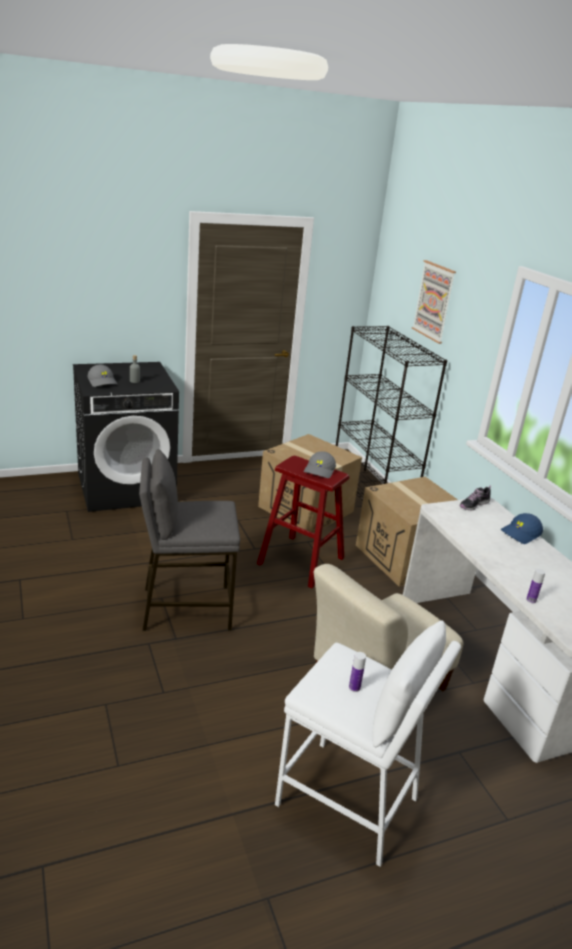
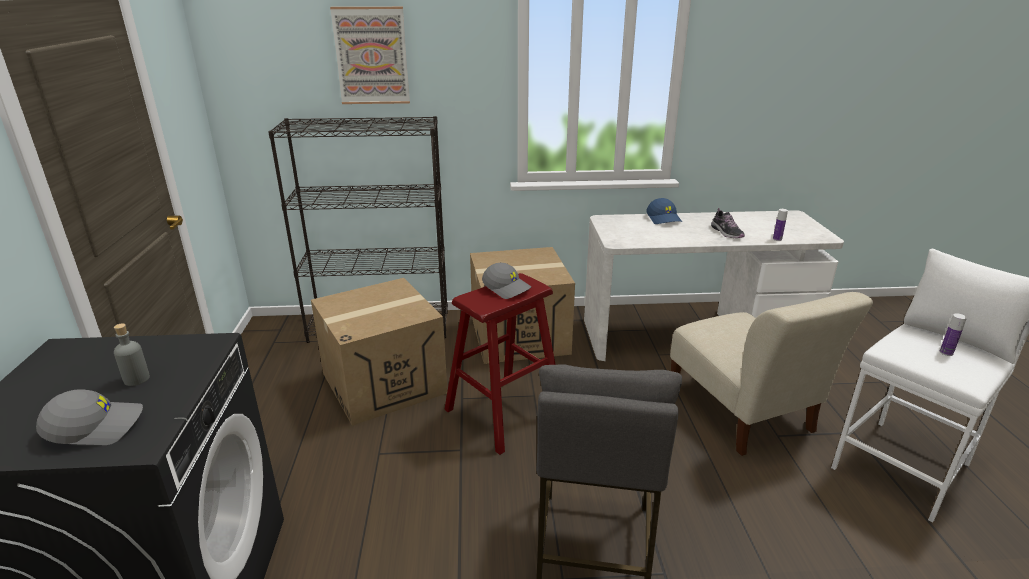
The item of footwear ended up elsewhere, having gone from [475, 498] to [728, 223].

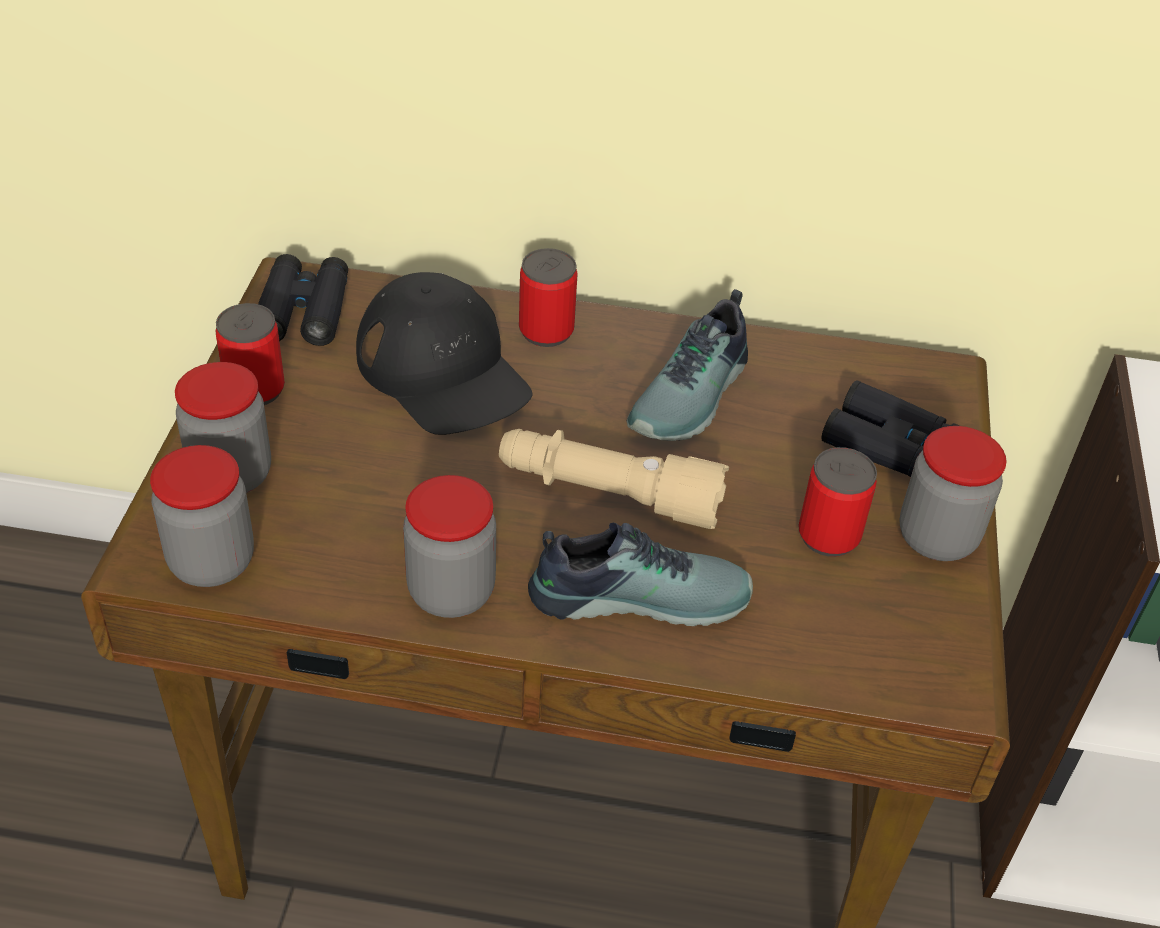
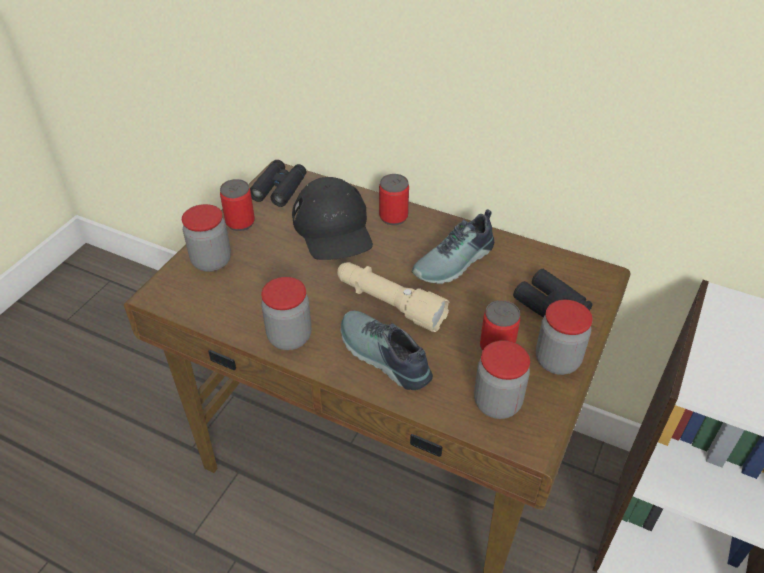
The item of footwear at [640, 574] ended up facing another way, 150 degrees counterclockwise from before. The storage jar ended up elsewhere, having gone from [202, 516] to [502, 379].

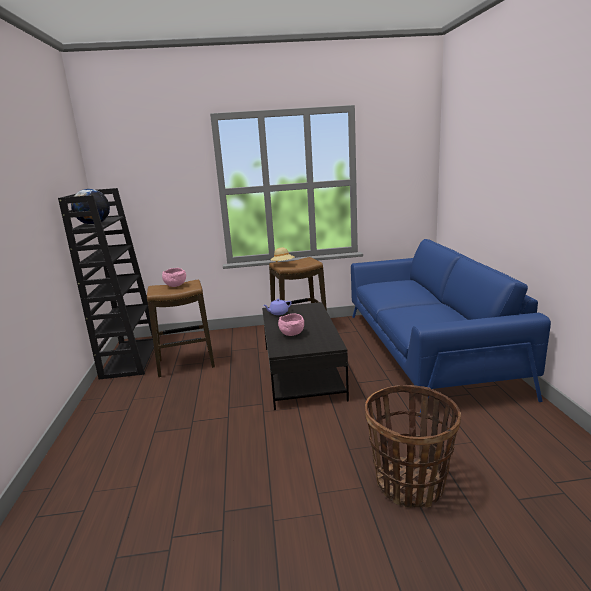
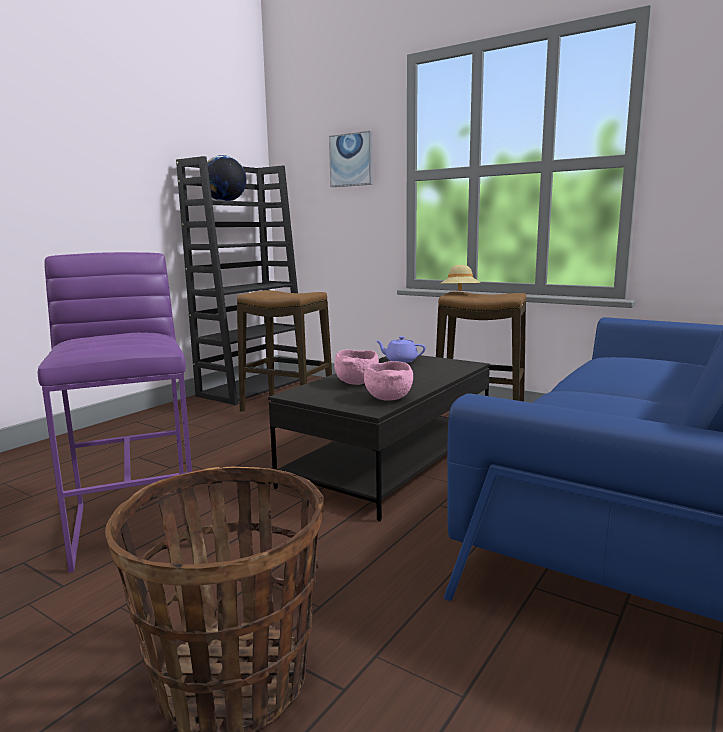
The second view gained the purple stool at [115, 412]. The second view gained the picture at [351, 159]. The pink-coloured deep dish ended up elsewhere, having gone from [174, 277] to [388, 381].

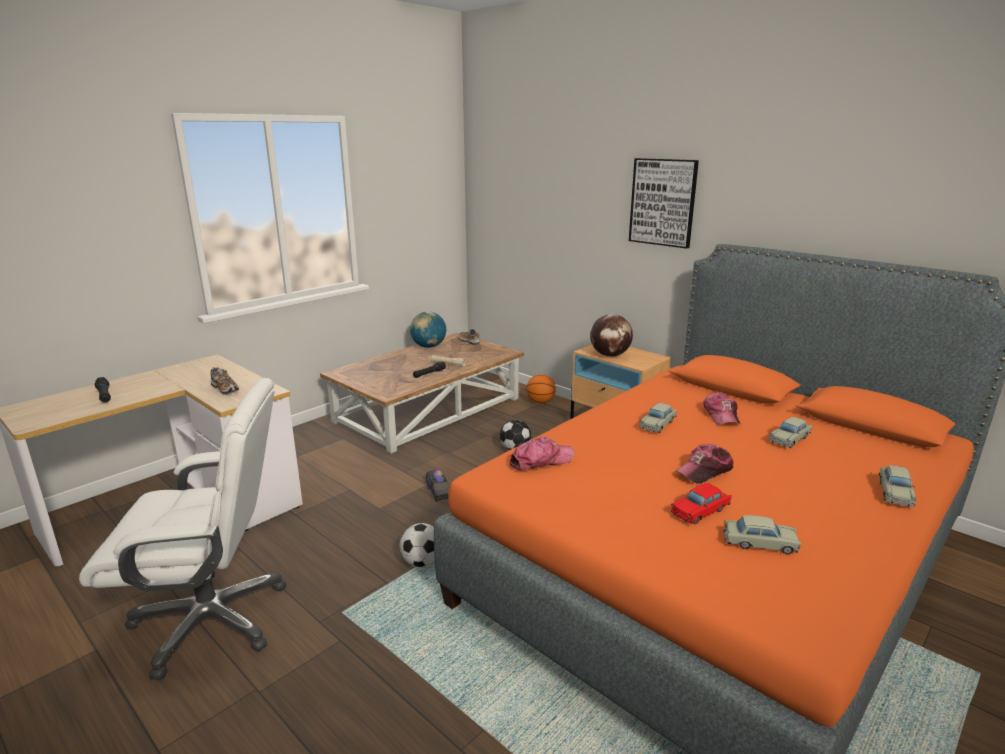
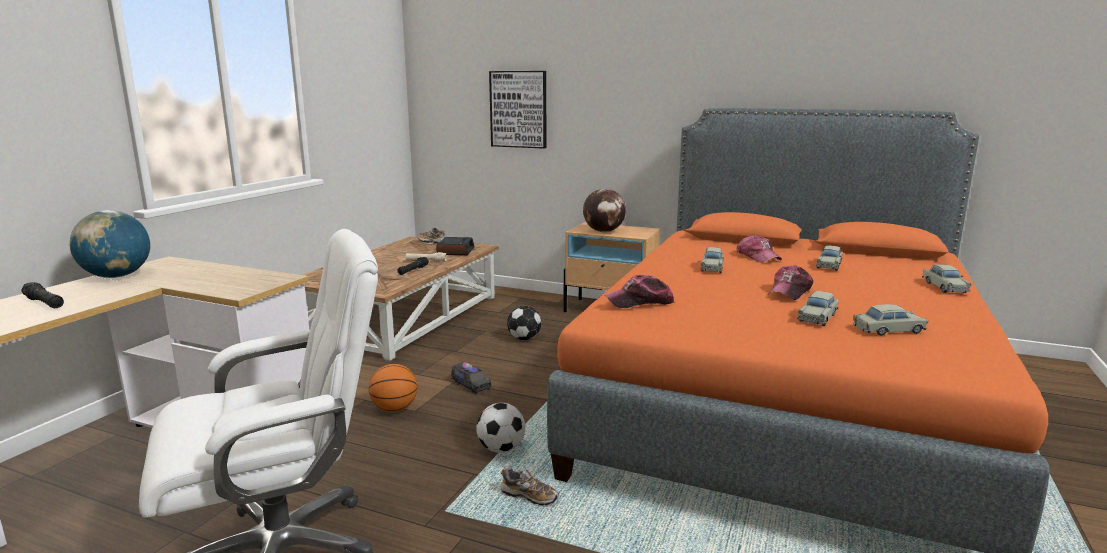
The globe ended up elsewhere, having gone from [428, 329] to [110, 244]. The basketball ended up elsewhere, having gone from [541, 388] to [393, 388]. The second view gained the alarm clock at [455, 246]. The picture ended up elsewhere, having gone from [664, 203] to [517, 110]. The item of footwear ended up elsewhere, having gone from [225, 381] to [530, 487]. The cap at [541, 453] ended up facing another way, 150 degrees counterclockwise from before. What was the reddish miniature car at [701, 503] turned into the beige-coloured miniature car at [818, 308].

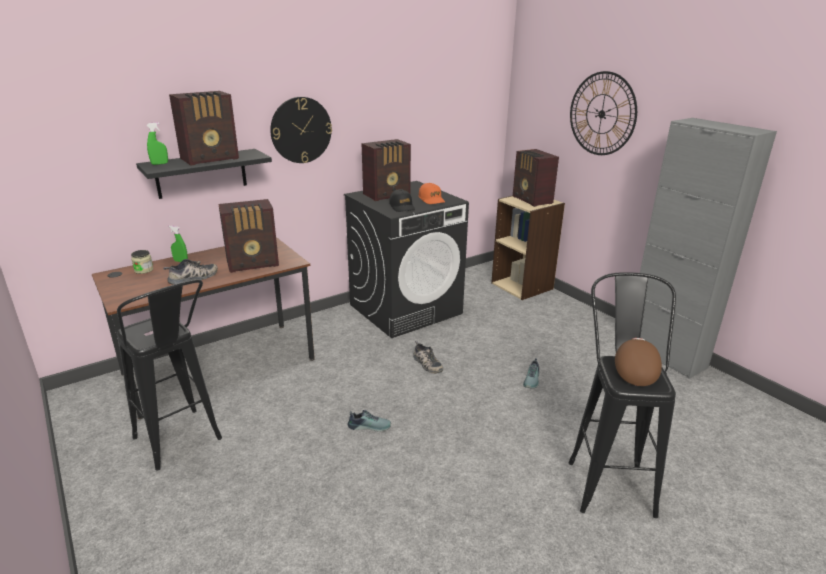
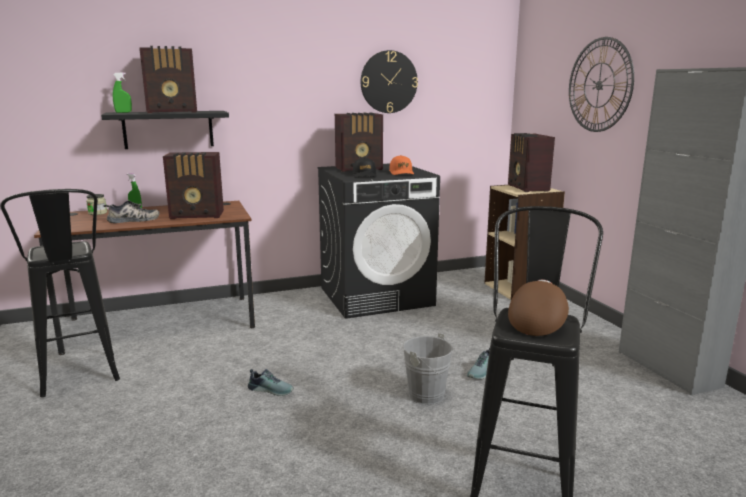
The clock on the wall ended up elsewhere, having gone from [301, 130] to [389, 81]. The second view gained the gray water bucket at [432, 368]. The second view lost the item of footwear at [428, 357].

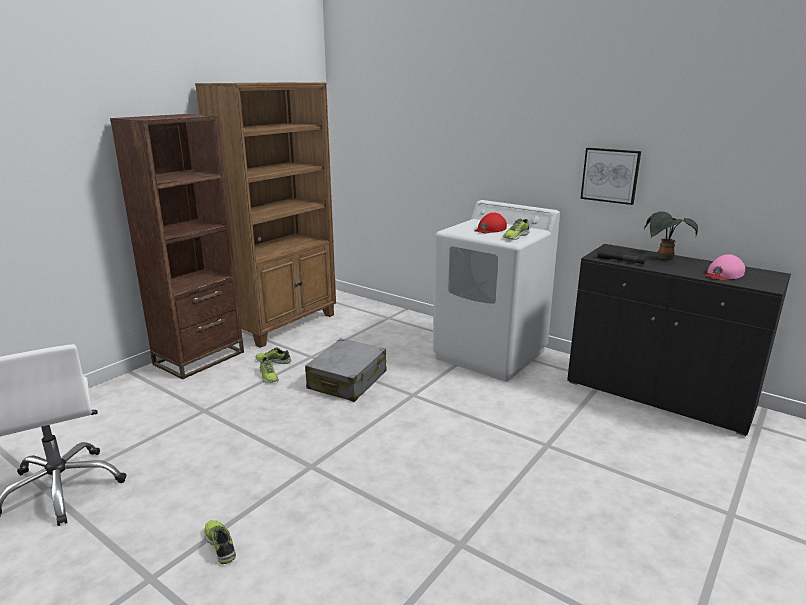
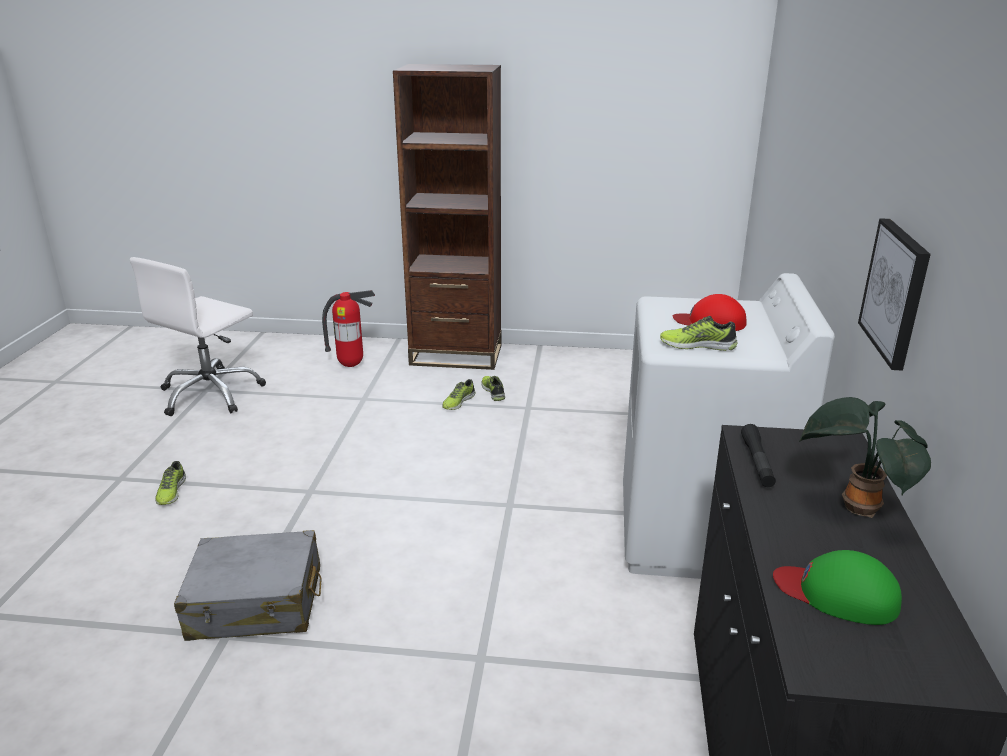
The item of footwear at [220, 542] ended up facing another way, 150 degrees clockwise from before. The gray piece of luggage ended up elsewhere, having gone from [345, 370] to [247, 585]. The second view gained the extinguisher at [348, 328]. What was the pink-coloured cap at [724, 267] turned into the greenish cap at [837, 587]. The second view lost the brown-coloured bookcase at [265, 215].

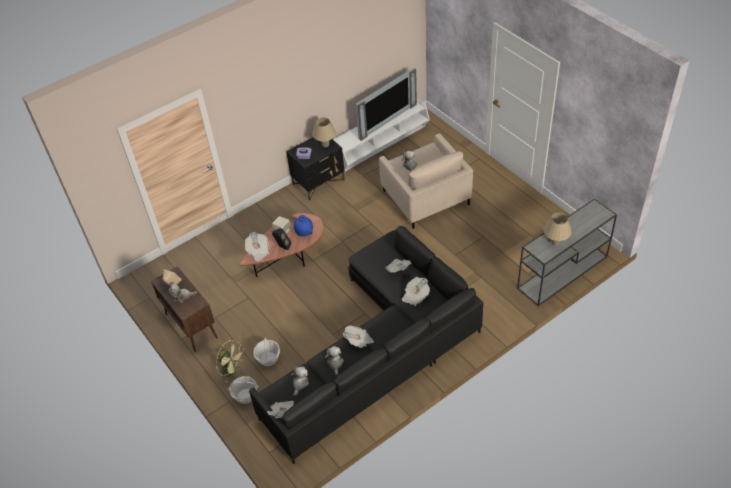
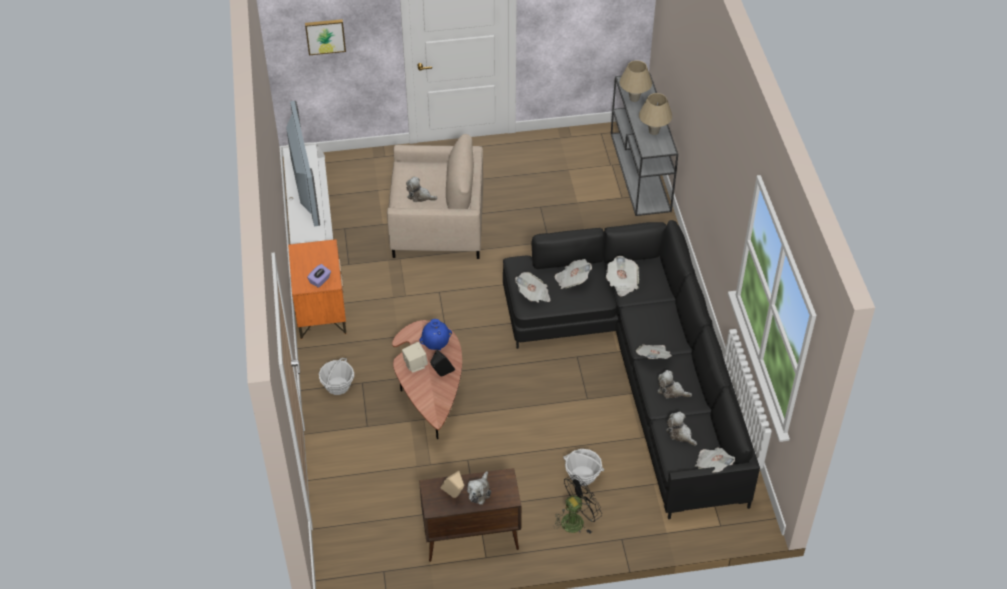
What was the blackish bedside table at [315, 168] turned into the orange bedside table at [317, 289]. The second view gained the picture at [325, 37]. The household basket ended up elsewhere, having gone from [243, 390] to [336, 376]. The newspaper ended up elsewhere, having gone from [257, 246] to [533, 287]. What was the greenish cooling fan at [230, 361] turned into the blackish cooling fan at [578, 504]. The beige-coloured tabletop lamp ended up elsewhere, having gone from [324, 132] to [635, 81].

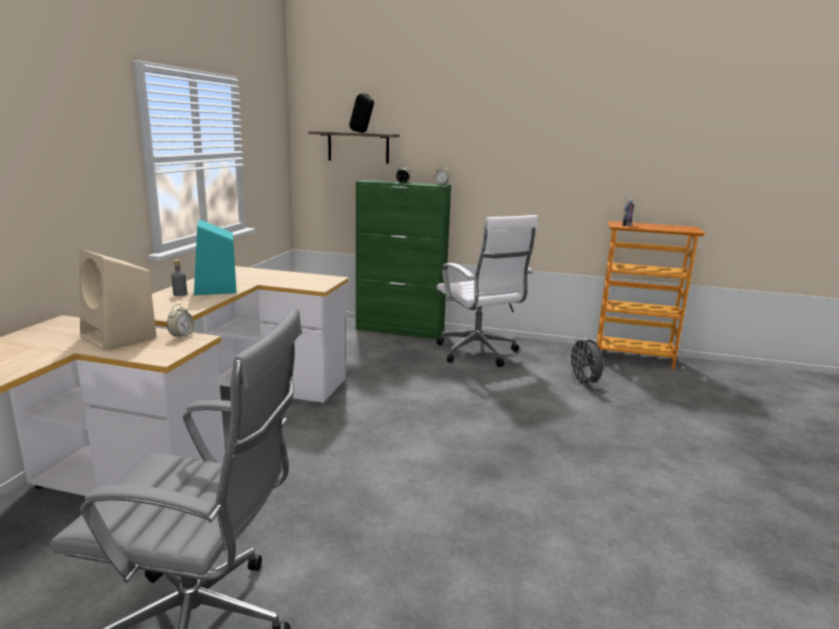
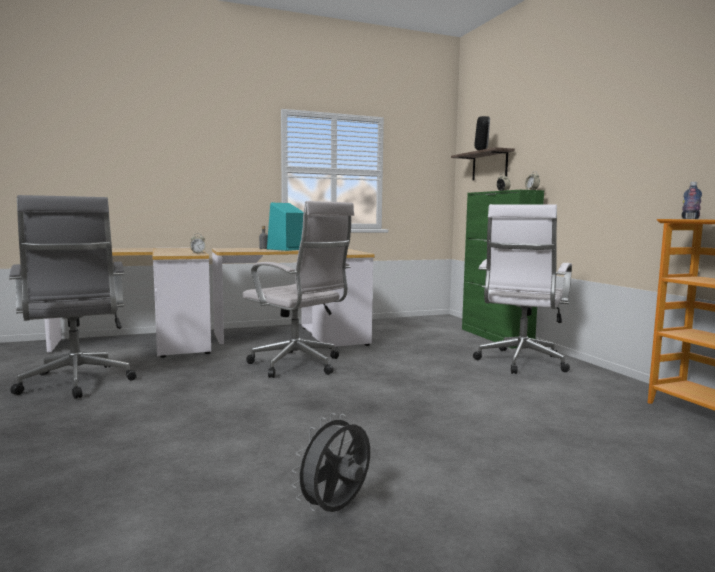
The second view gained the whitish computer chair at [298, 289]. The gray cooling fan ended up elsewhere, having gone from [585, 362] to [331, 462]. The second view lost the beige-coloured loudspeaker at [118, 299].

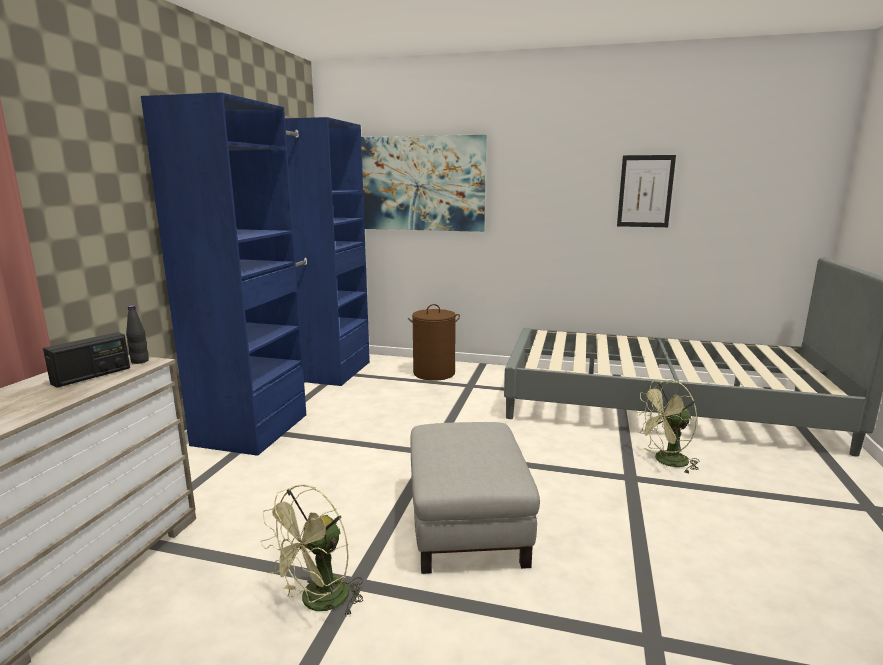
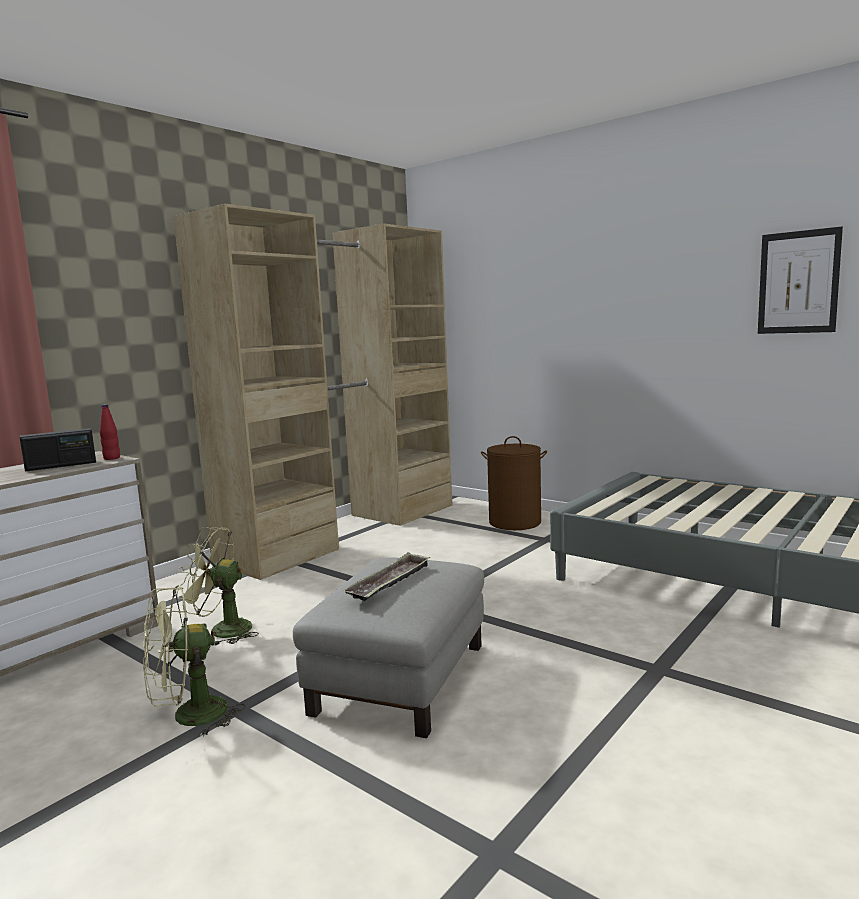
What was the blackish bottle at [137, 334] turned into the reddish bottle at [110, 432]. What was the blue clothes cupboard at [255, 274] turned into the beige-coloured clothes cupboard at [312, 391]. The greenish cooling fan ended up elsewhere, having gone from [667, 427] to [218, 586]. The second view gained the serving tray at [386, 576]. The second view lost the picture at [423, 183].

